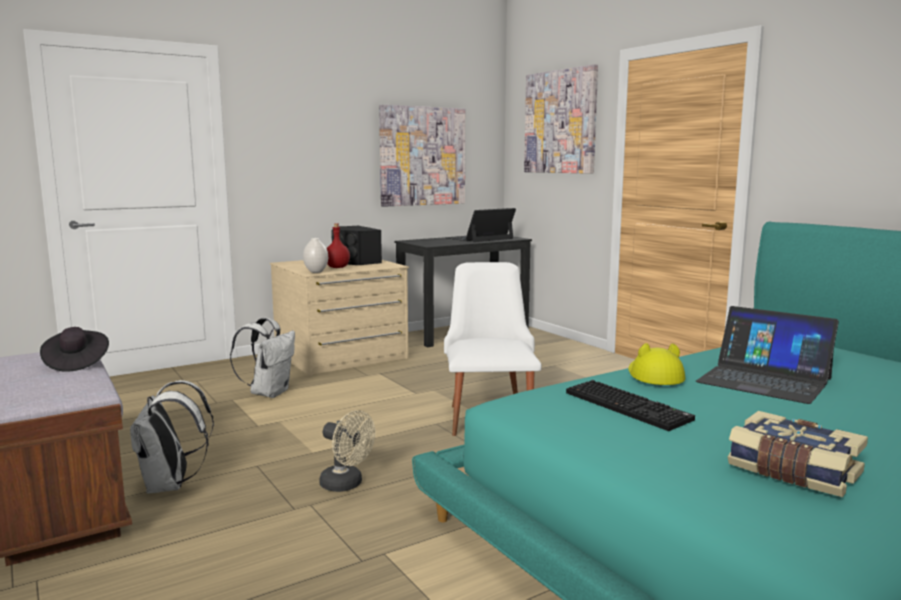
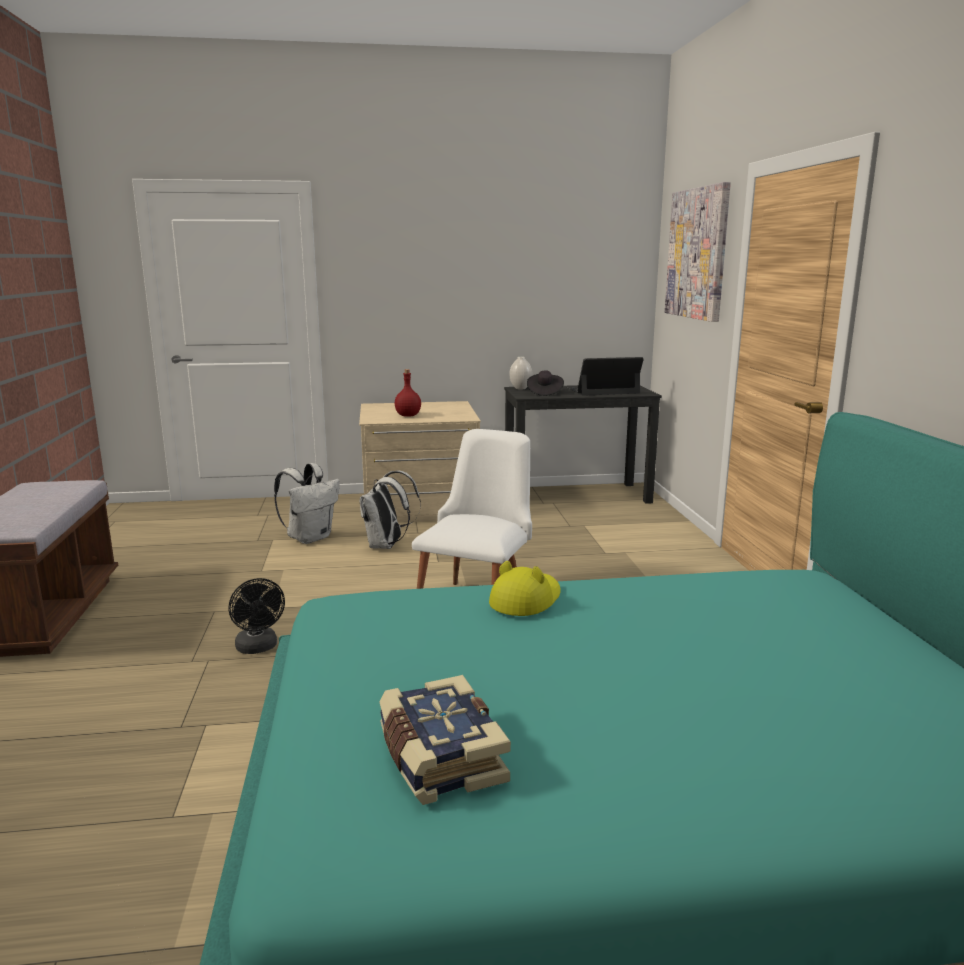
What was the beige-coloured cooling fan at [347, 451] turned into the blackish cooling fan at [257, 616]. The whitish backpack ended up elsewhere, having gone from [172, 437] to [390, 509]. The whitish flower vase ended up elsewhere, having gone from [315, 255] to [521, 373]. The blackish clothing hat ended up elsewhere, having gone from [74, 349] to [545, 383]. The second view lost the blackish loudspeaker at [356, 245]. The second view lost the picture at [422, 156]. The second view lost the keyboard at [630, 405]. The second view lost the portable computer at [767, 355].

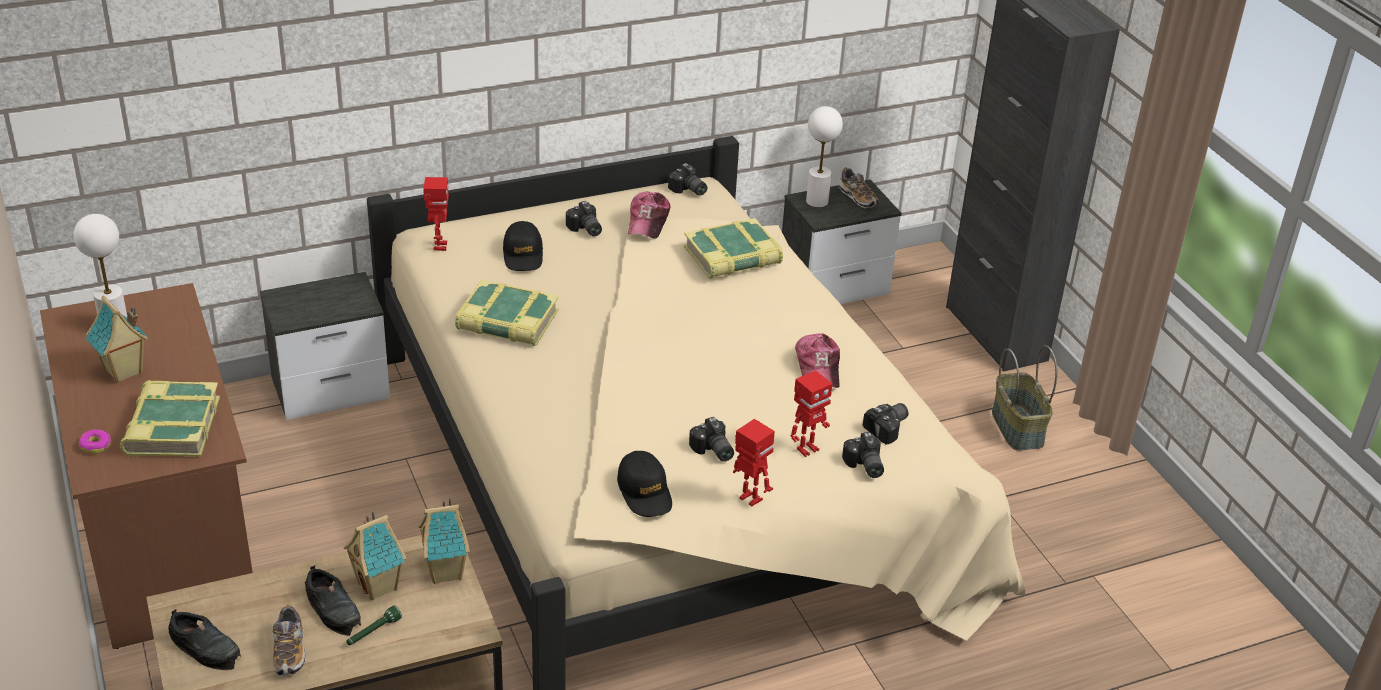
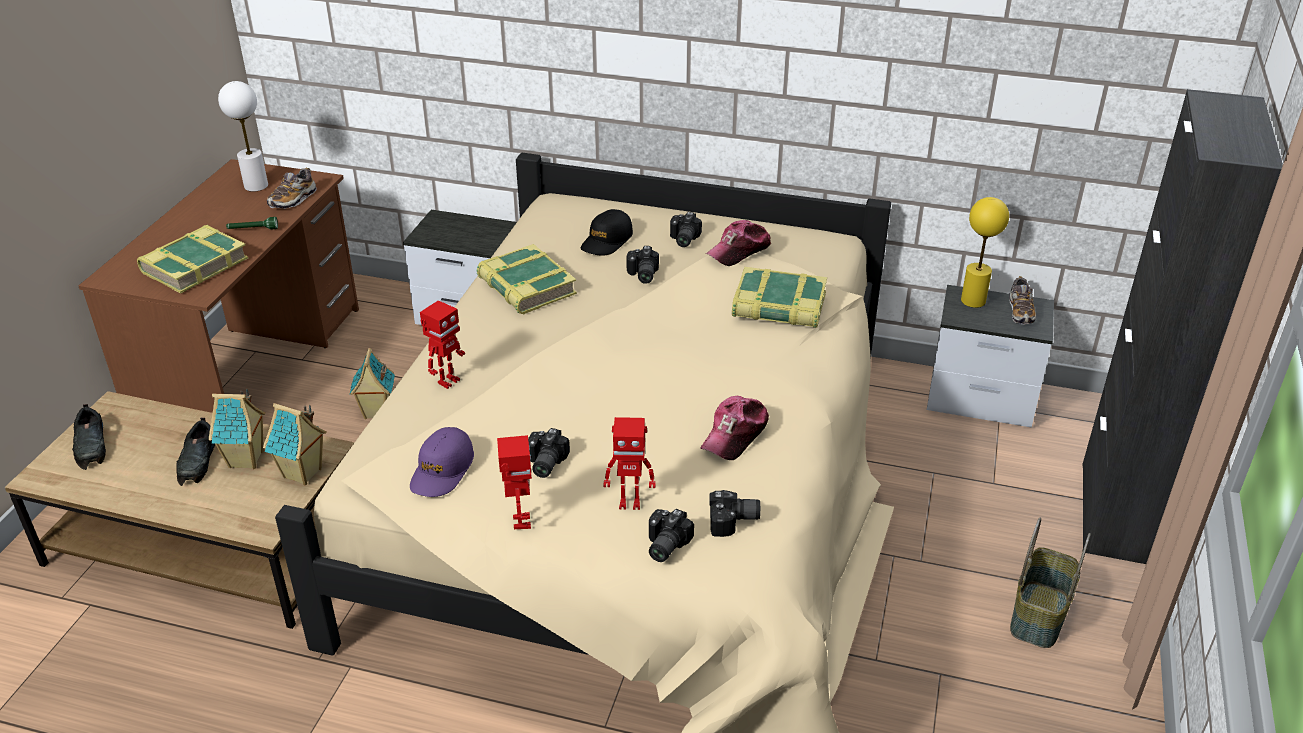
The greenish flashlight ended up elsewhere, having gone from [374, 625] to [252, 223]. The item of footwear ended up elsewhere, having gone from [289, 640] to [292, 188]. The toy house ended up elsewhere, having gone from [117, 339] to [372, 383]. What was the blackish cap at [644, 484] turned into the purple cap at [442, 462]. The model robot ended up elsewhere, having gone from [436, 214] to [442, 344]. The photo camera ended up elsewhere, having gone from [687, 179] to [642, 265]. What was the whitish tabletop lamp at [824, 156] turned into the yellow tabletop lamp at [985, 252]. The second view lost the ring doughnut at [95, 442].

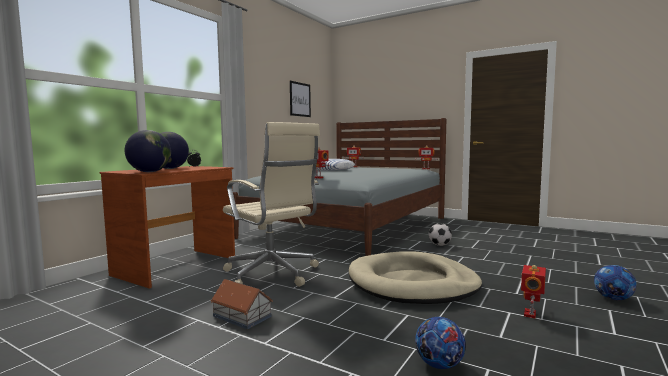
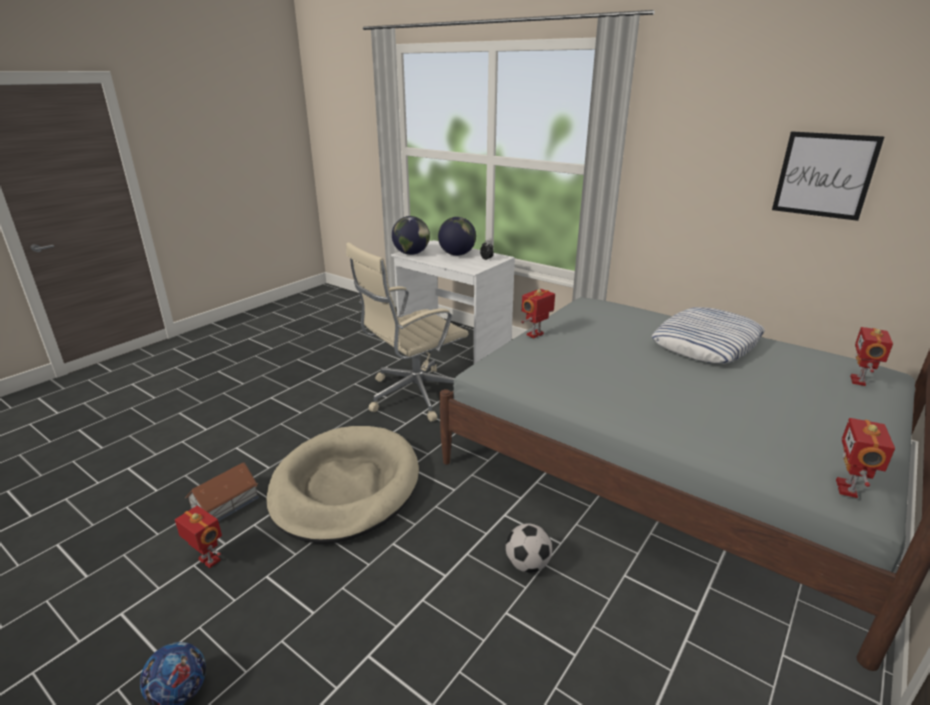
The toy house ended up elsewhere, having gone from [242, 304] to [222, 492]. What was the brown-coloured desk unit at [167, 227] turned into the whitish desk unit at [453, 302]. The second view lost the ball for football at [440, 343].

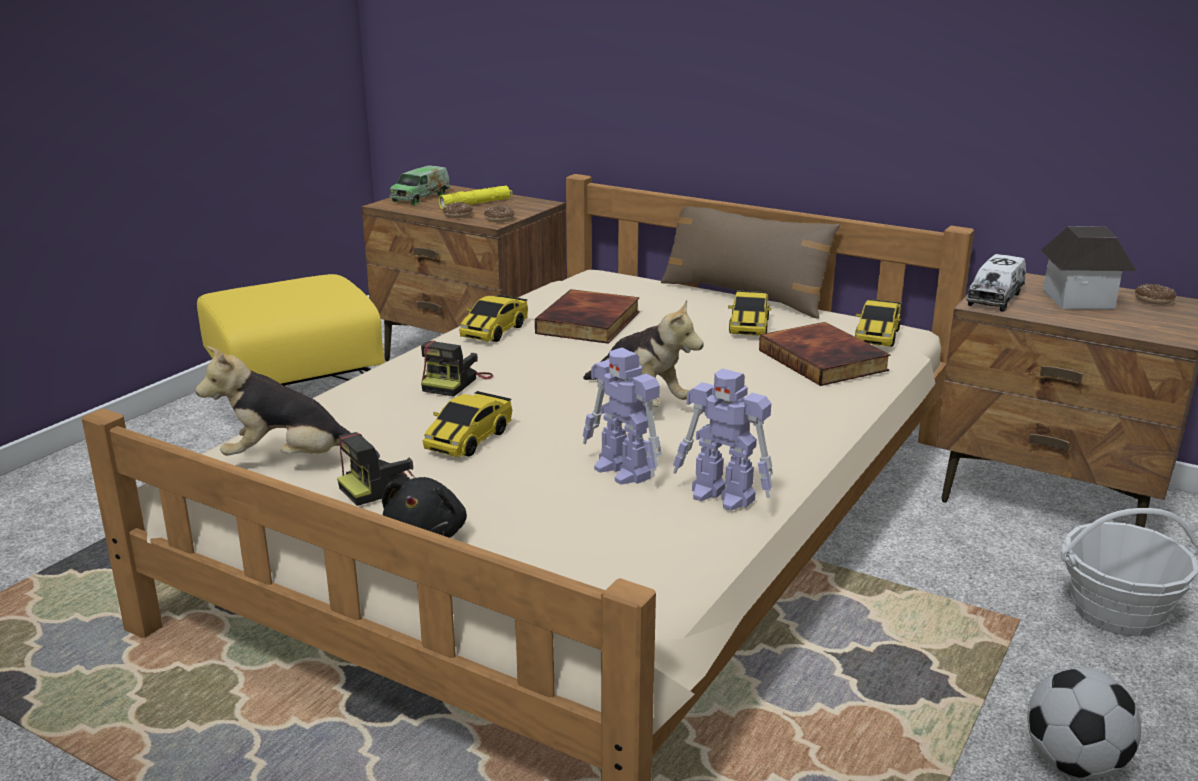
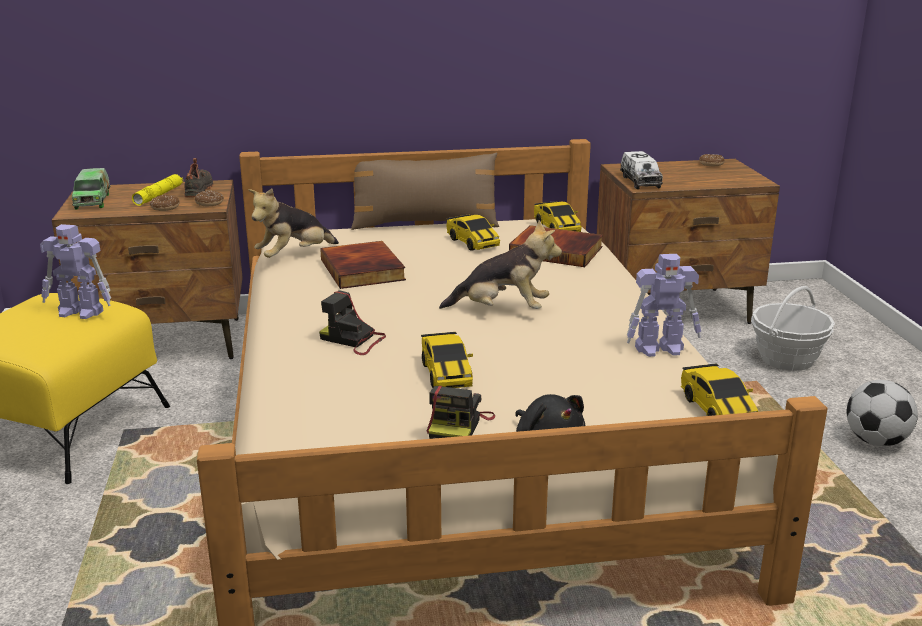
The model robot ended up elsewhere, having gone from [622, 416] to [75, 271]. The second view gained the blackish item of footwear at [198, 178]. The cuddly toy ended up elsewhere, having gone from [288, 402] to [294, 223]. The photo camera at [457, 369] ended up facing another way, 135 degrees clockwise from before. The miniature car ended up elsewhere, having gone from [493, 318] to [719, 389]. The second view lost the toy house at [1088, 267].

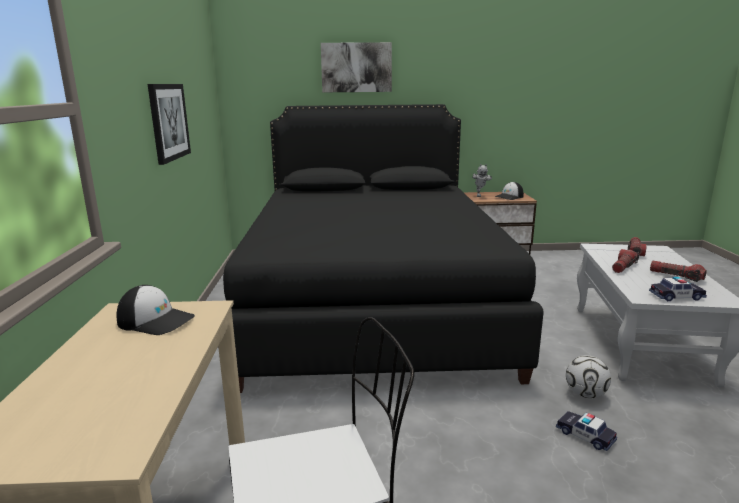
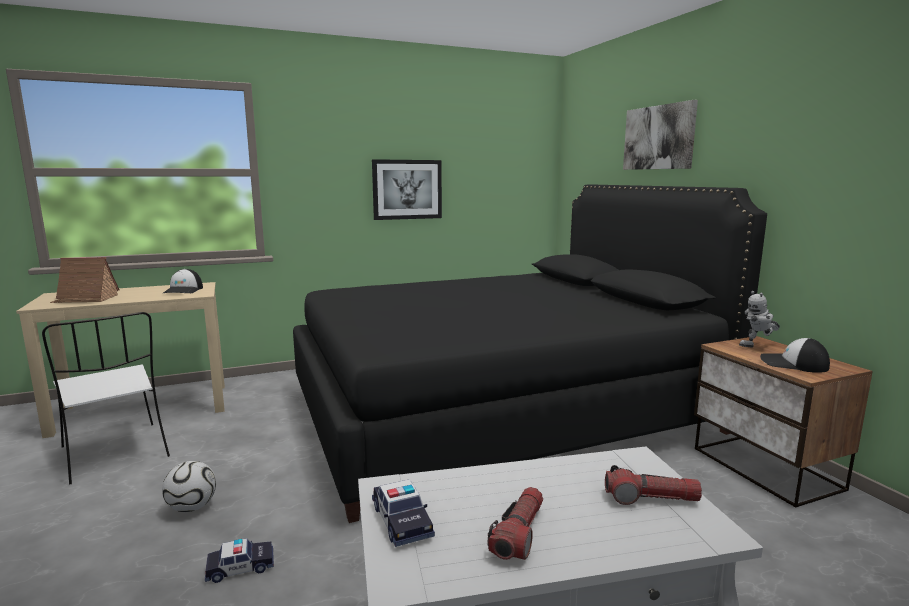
The second view gained the toy house at [84, 280]. The ball for football ended up elsewhere, having gone from [588, 376] to [189, 486]. The miniature car at [586, 431] ended up facing another way, 45 degrees clockwise from before. The second view lost the flashlight at [625, 261].

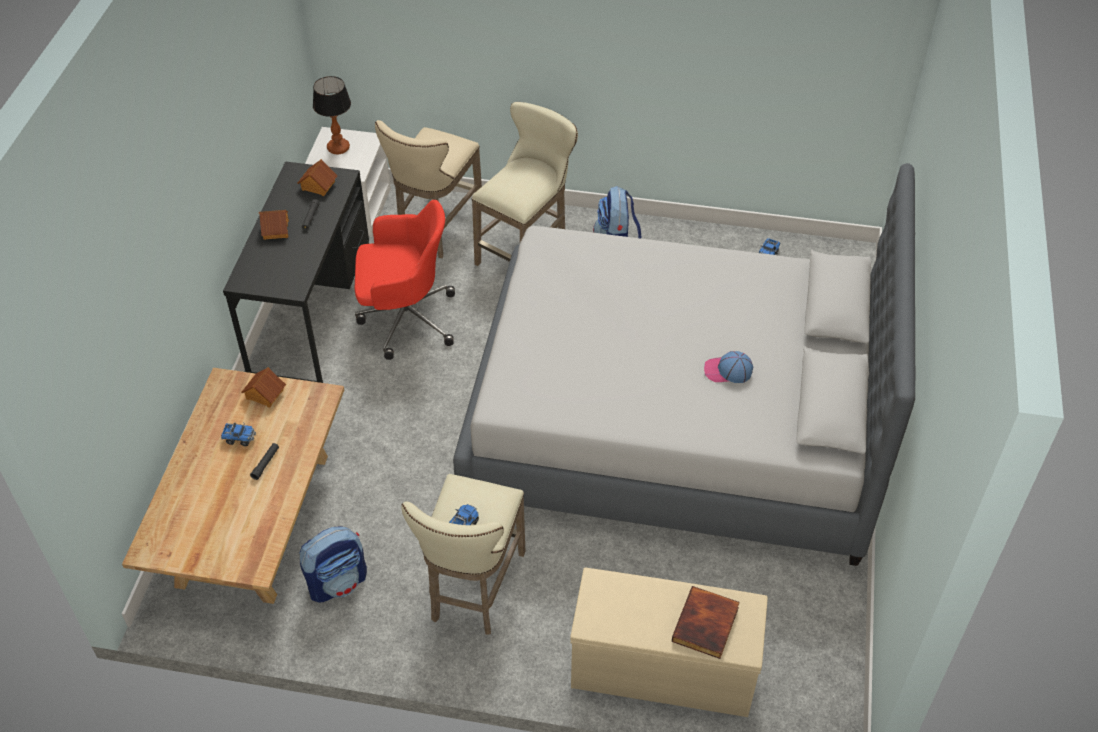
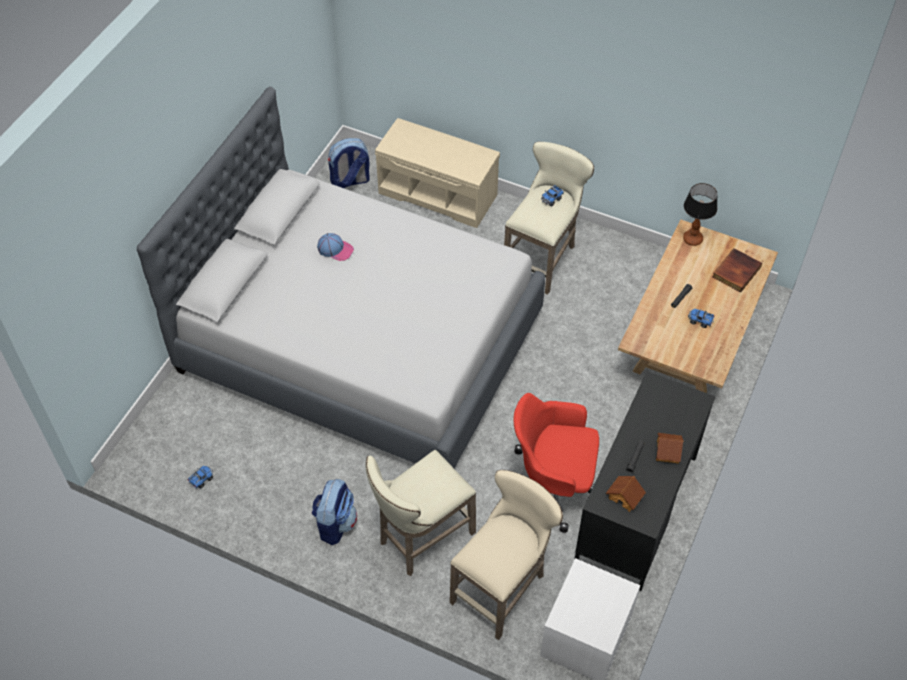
The backpack ended up elsewhere, having gone from [333, 564] to [349, 163]. The tabletop lamp ended up elsewhere, having gone from [332, 115] to [700, 214]. The volume ended up elsewhere, having gone from [706, 622] to [737, 270]. The second view lost the toy house at [263, 387].

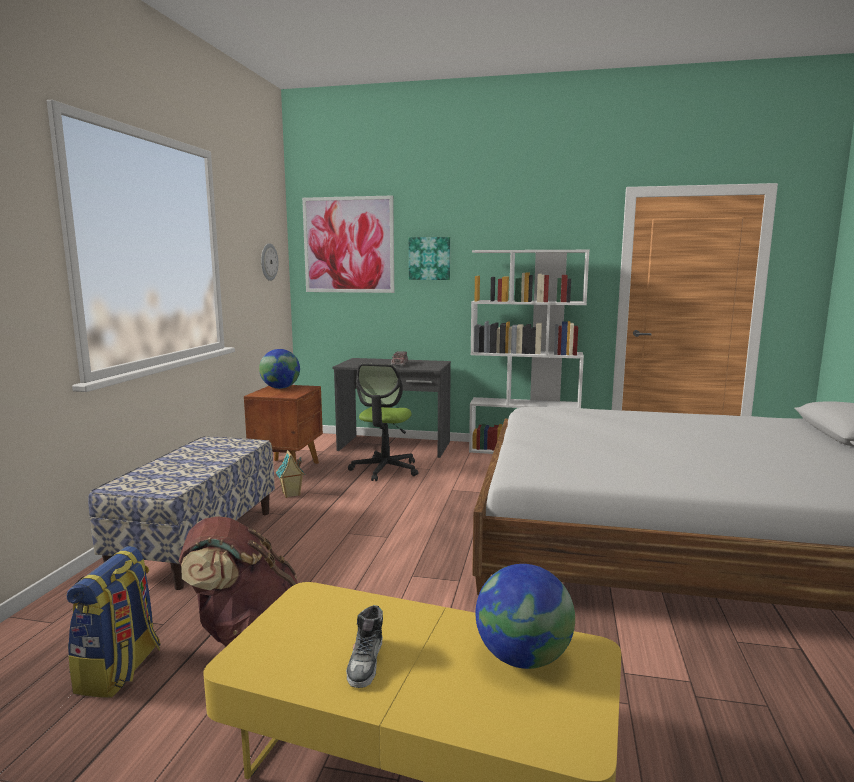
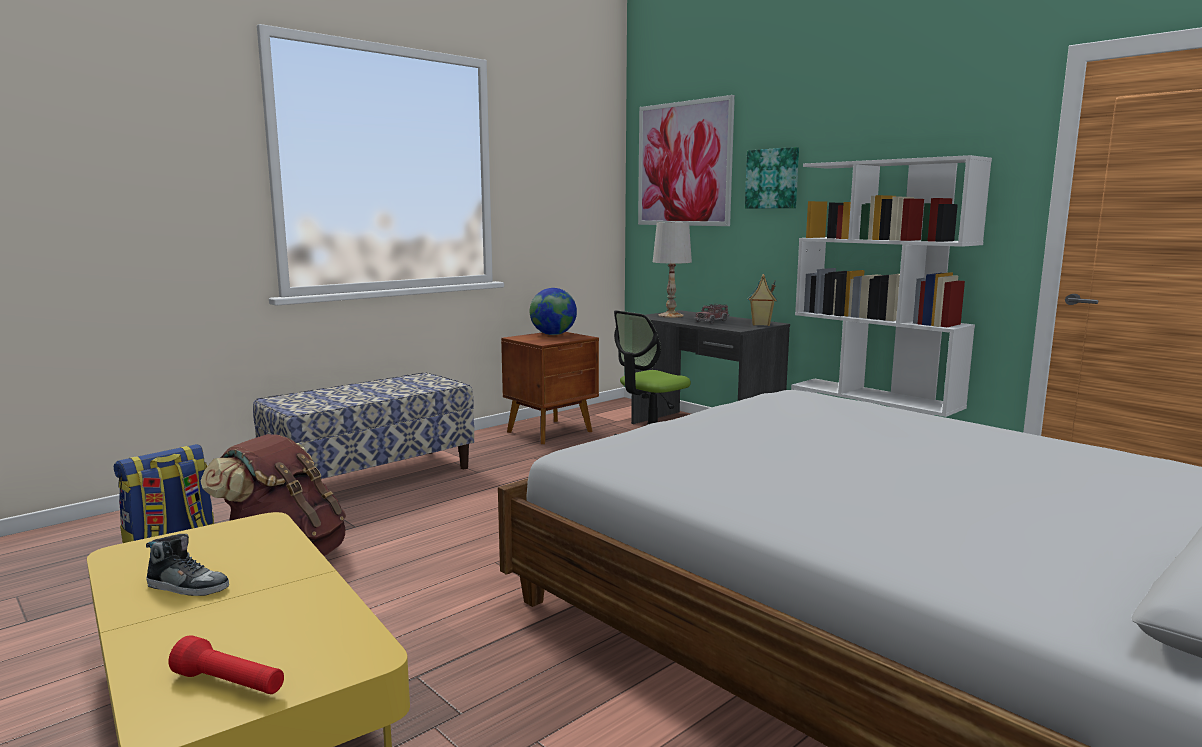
The item of footwear at [364, 646] ended up facing another way, 120 degrees counterclockwise from before. The second view gained the reddish flashlight at [226, 664]. The second view gained the whitish tabletop lamp at [672, 270]. The toy house ended up elsewhere, having gone from [290, 474] to [762, 300]. The second view lost the clock on the wall at [269, 262]. The second view lost the globe at [525, 616].

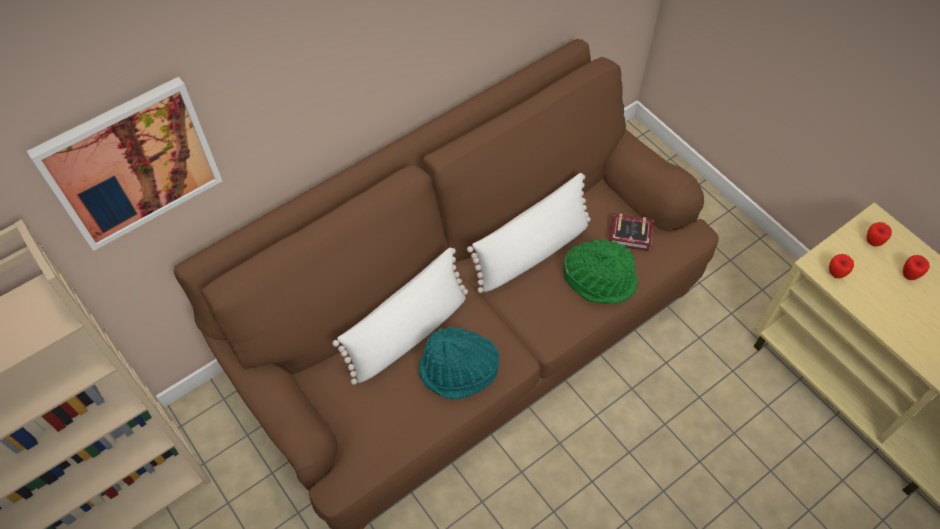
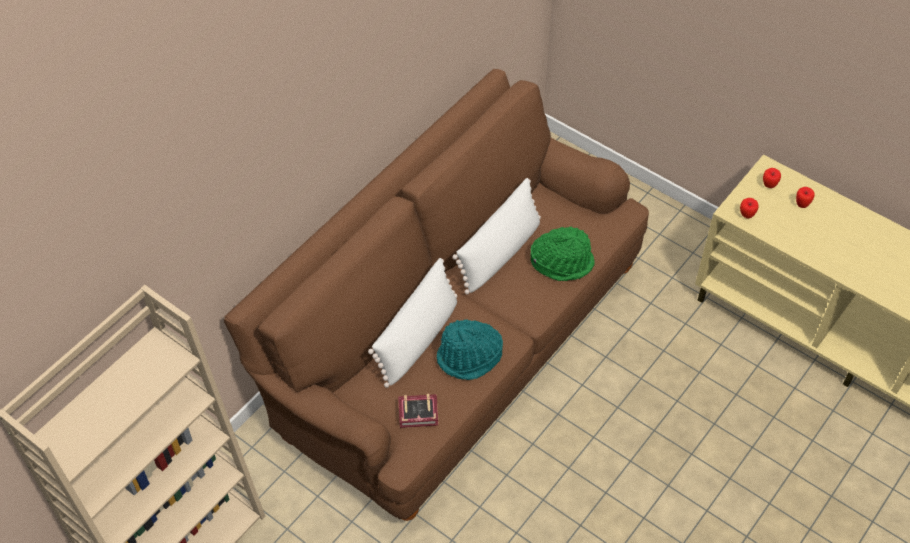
The volume ended up elsewhere, having gone from [631, 232] to [418, 411]. The second view lost the picture at [124, 164].

